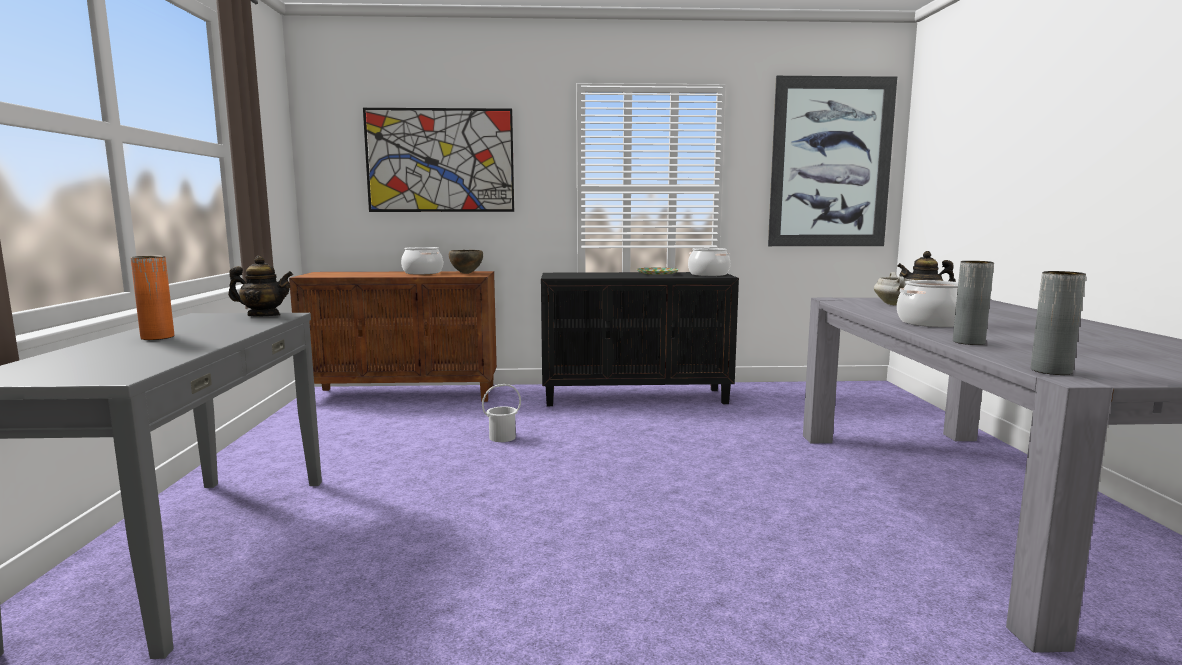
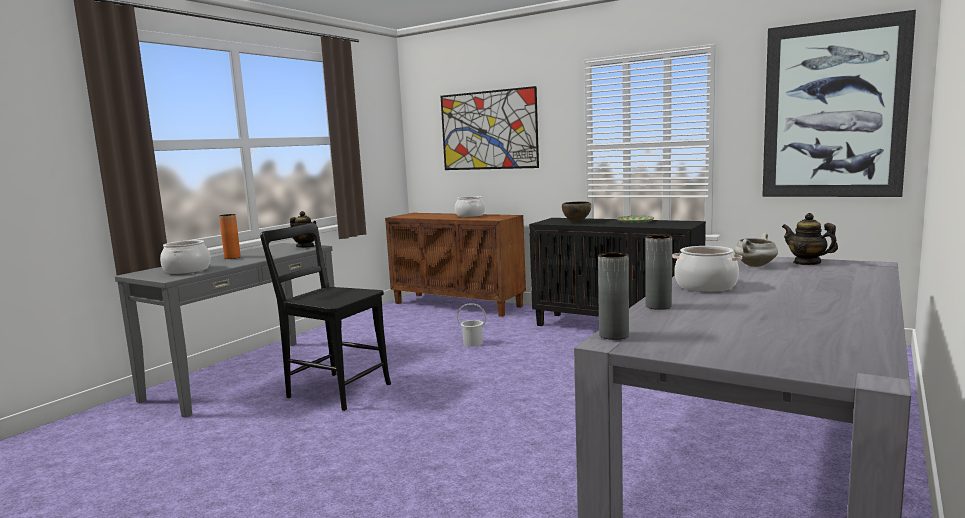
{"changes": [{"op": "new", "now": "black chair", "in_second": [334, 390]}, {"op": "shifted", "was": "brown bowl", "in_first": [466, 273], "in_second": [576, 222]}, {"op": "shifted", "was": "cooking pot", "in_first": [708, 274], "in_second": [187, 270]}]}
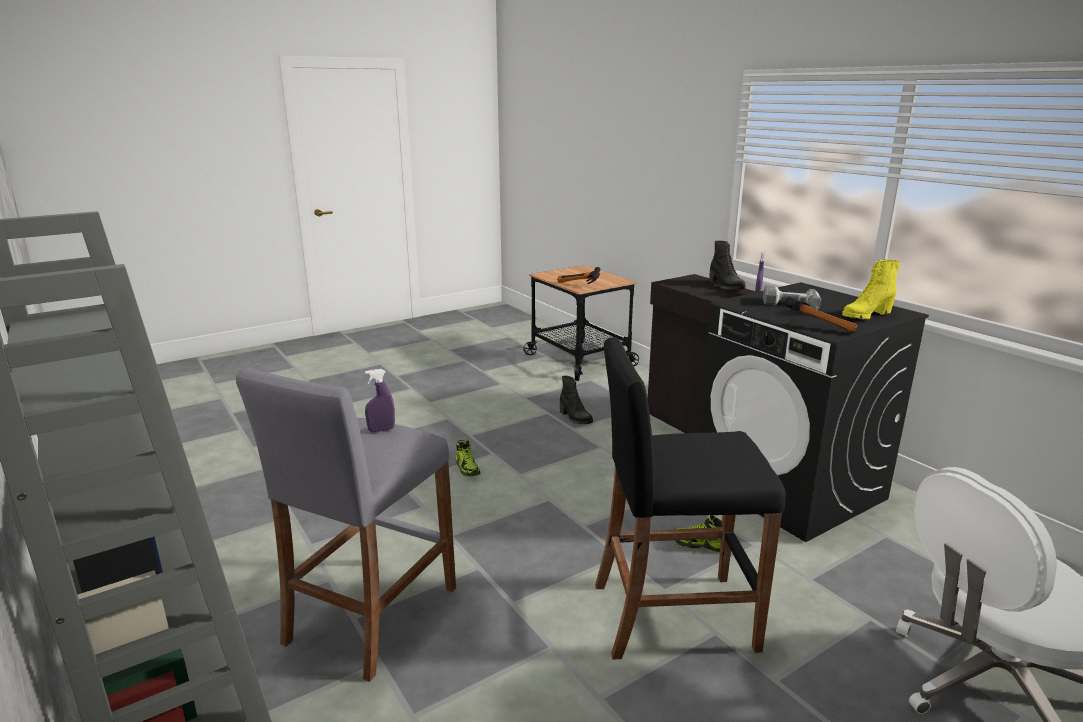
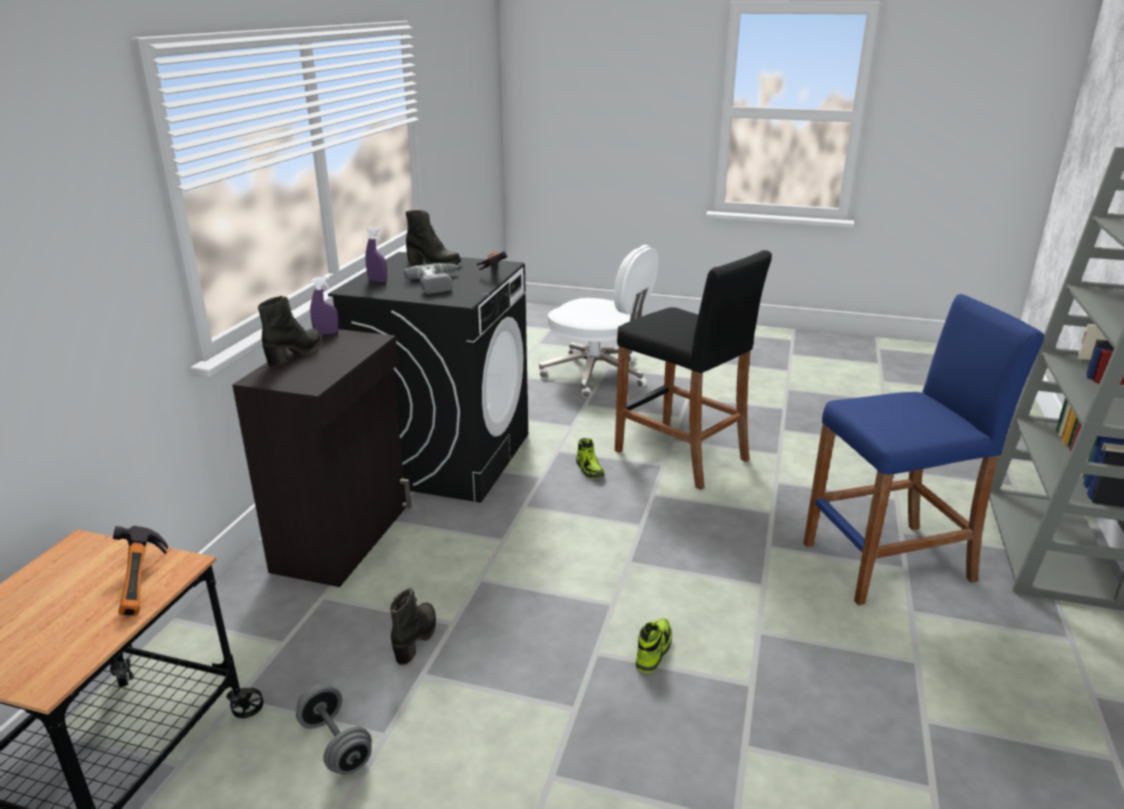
{"changes": [{"op": "new", "now": "grey dumbbell", "in_second": [336, 744]}, {"op": "shifted", "was": "purple spray bottle", "in_first": [381, 430], "in_second": [377, 281]}, {"op": "repainted", "was": "grey stool", "now": "blue stool", "in_first": [371, 615], "in_second": [889, 562]}, {"op": "repainted", "was": "yellow boot", "now": "black boot", "in_first": [866, 315], "in_second": [433, 263]}]}
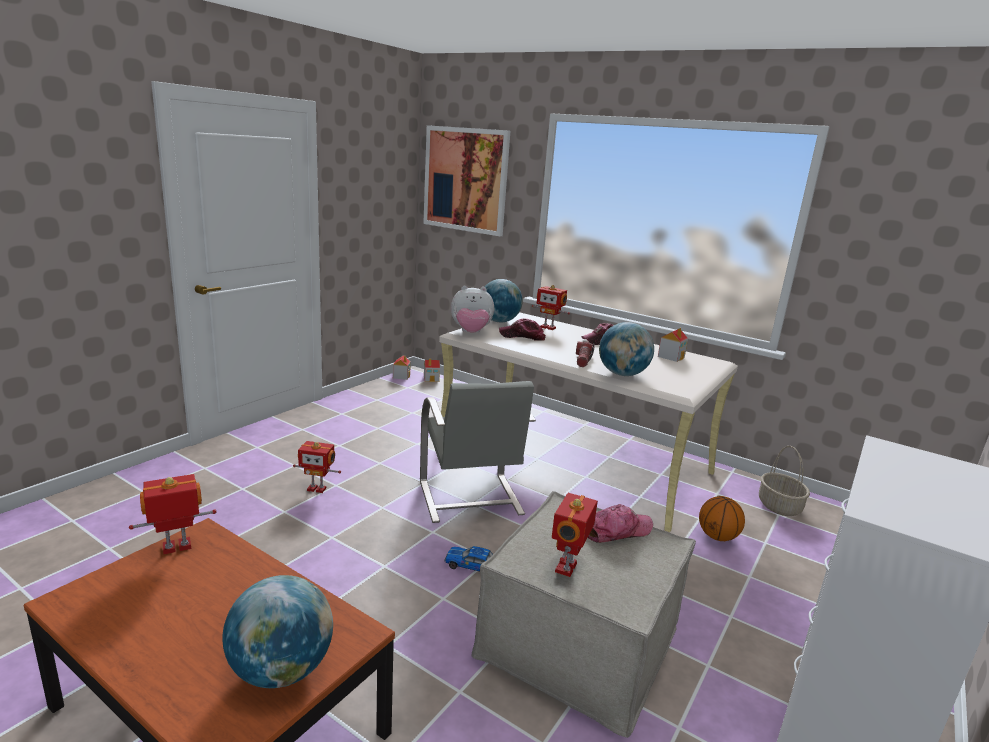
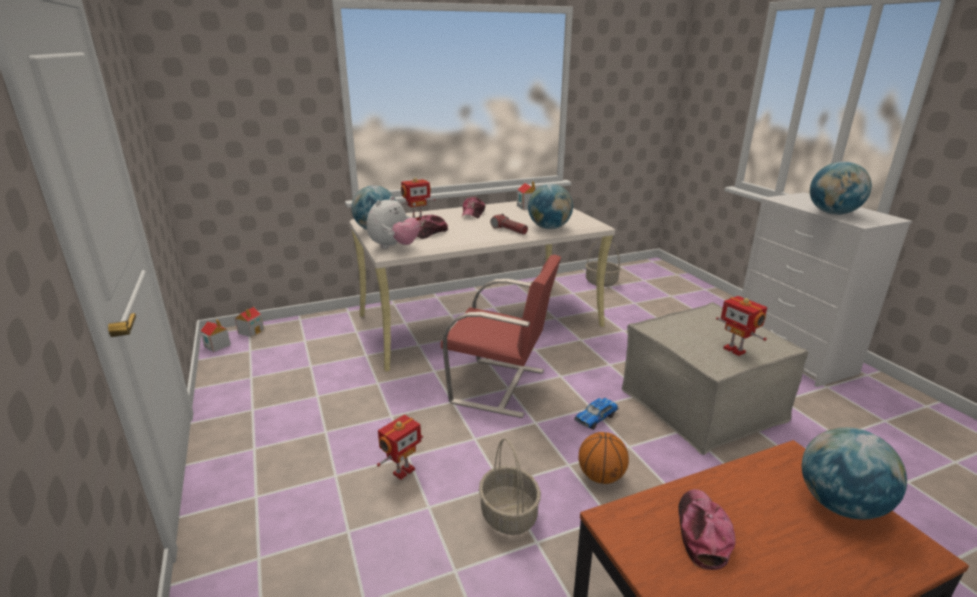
{"changes": [{"op": "gone", "was": "toy robot", "in_first": [177, 548]}, {"op": "gone", "was": "picture", "in_first": [465, 180]}, {"op": "new", "now": "basket", "in_second": [508, 514]}, {"op": "new", "now": "globe", "in_second": [832, 213]}, {"op": "shifted", "was": "cap", "in_first": [617, 531], "in_second": [701, 532]}, {"op": "shifted", "was": "basketball", "in_first": [717, 537], "in_second": [601, 476]}, {"op": "repainted", "was": "grey chair", "now": "red chair", "in_first": [470, 499], "in_second": [500, 387]}]}
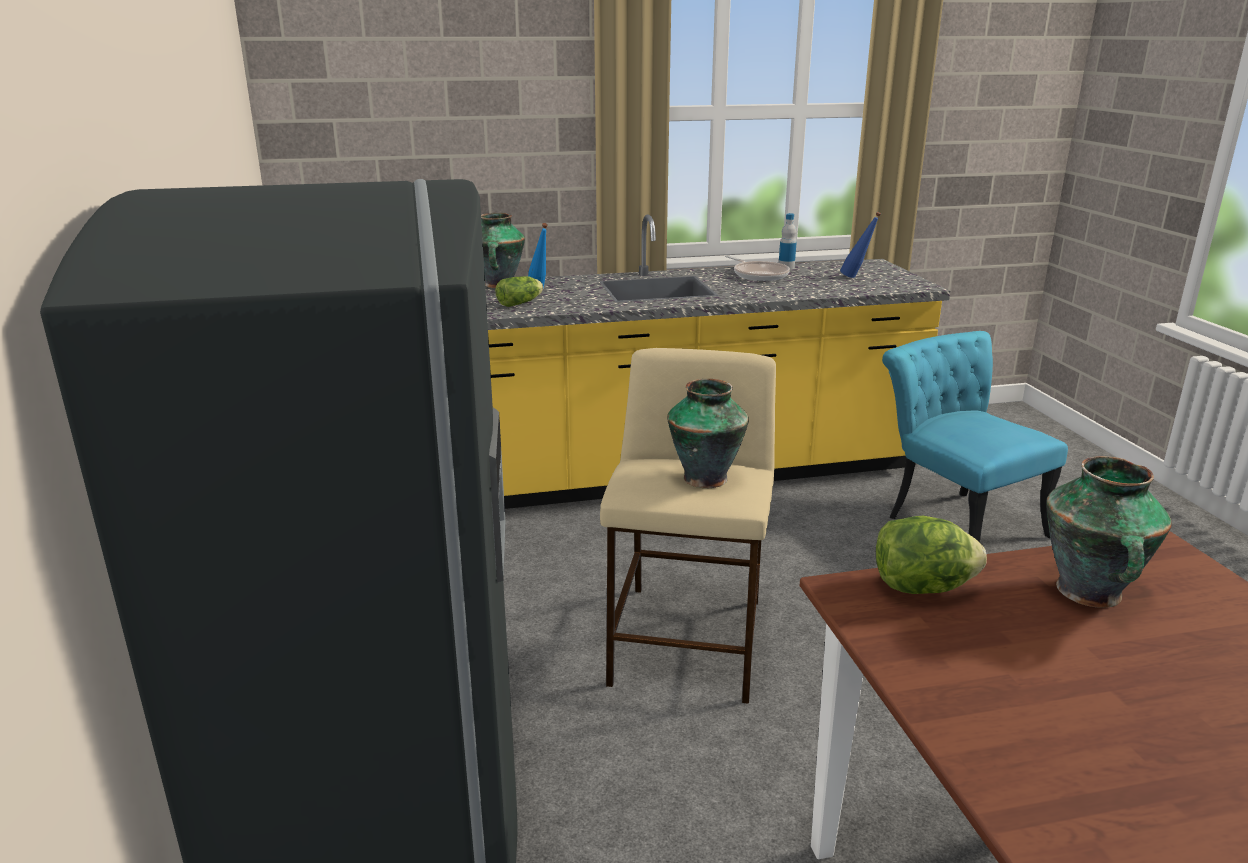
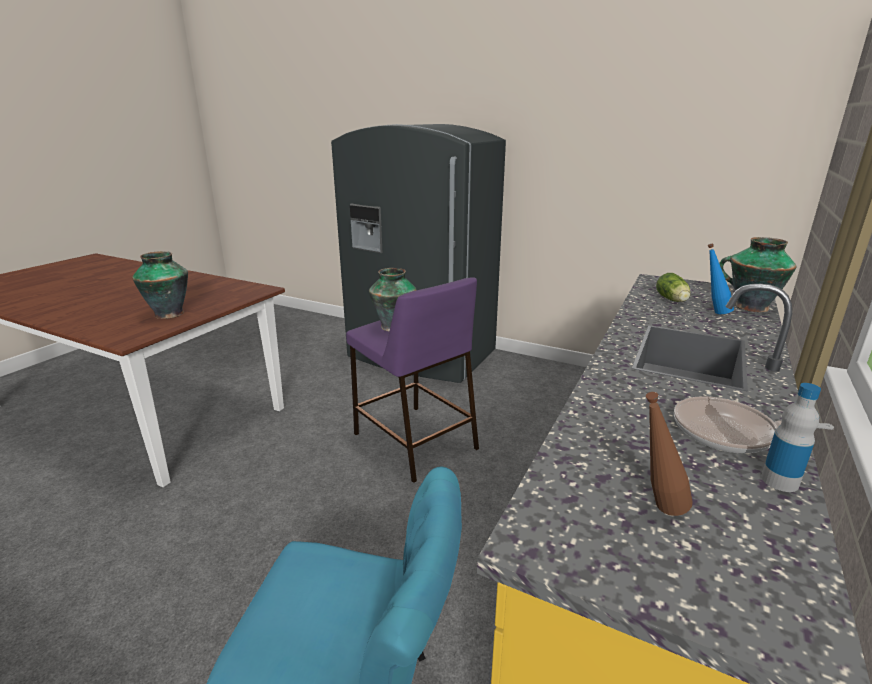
{"changes": [{"op": "gone", "was": "lettuce", "in_first": [921, 588]}, {"op": "repainted", "was": "beige stool", "now": "purple stool", "in_first": [687, 643], "in_second": [413, 440]}, {"op": "repainted", "was": "blue bottle", "now": "brown bottle", "in_first": [856, 277], "in_second": [655, 511]}]}
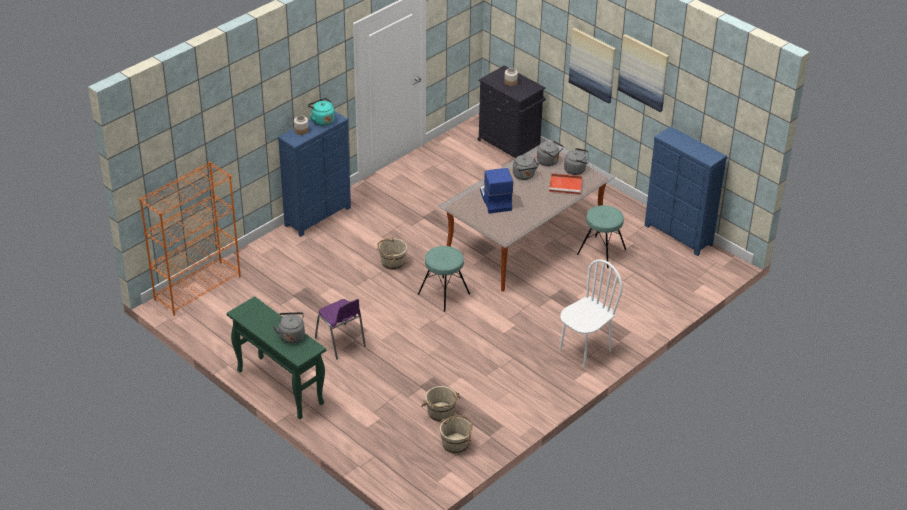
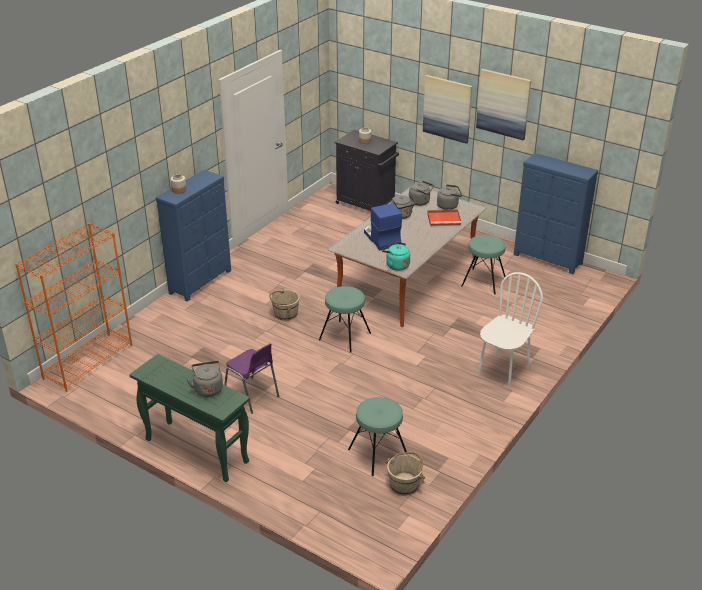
{"changes": [{"op": "shifted", "was": "turquoise kettle", "in_first": [322, 120], "in_second": [396, 265]}, {"op": "swapped", "was": "beige bucket", "now": "turquoise stool", "in_first": [441, 413], "in_second": [378, 454]}]}
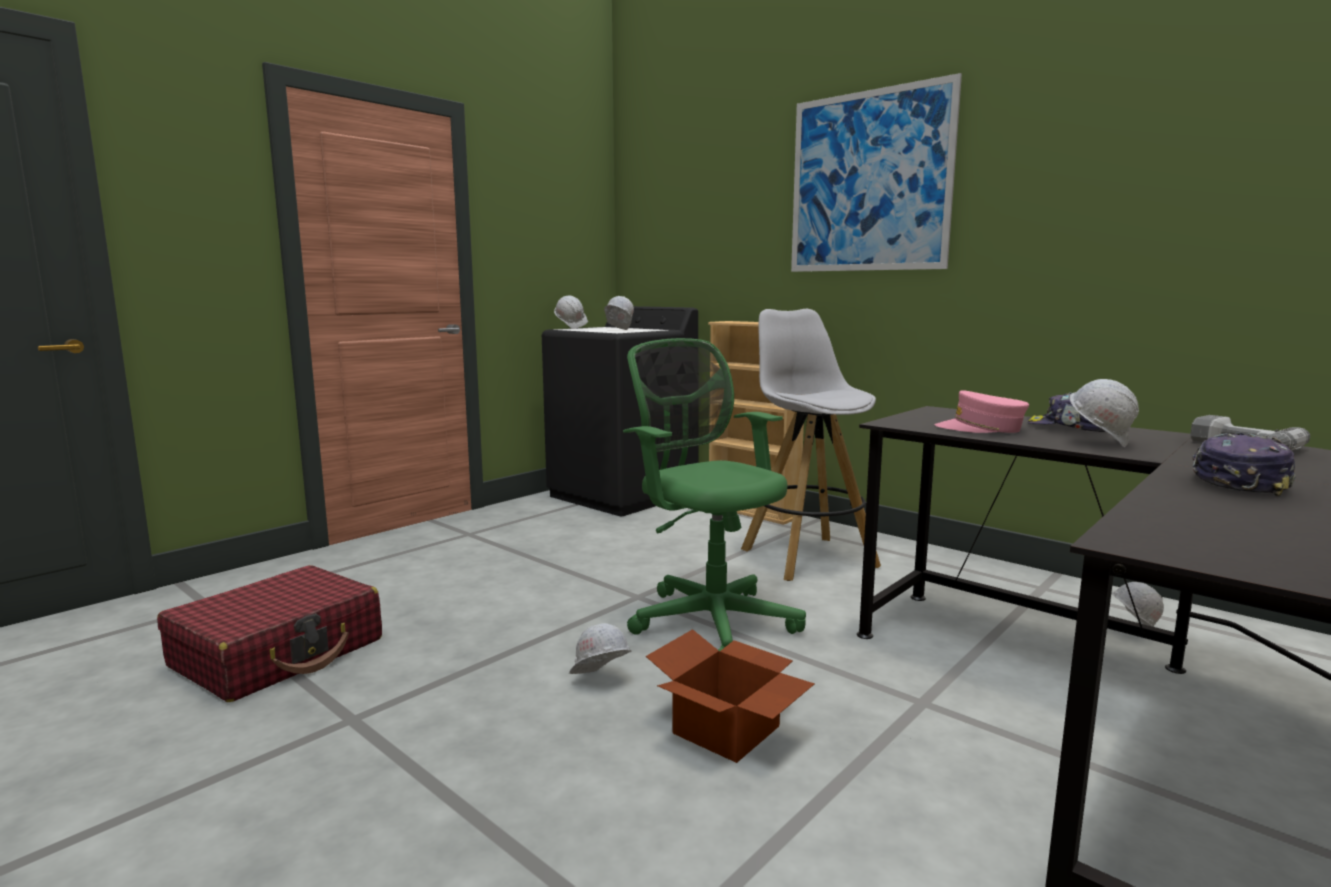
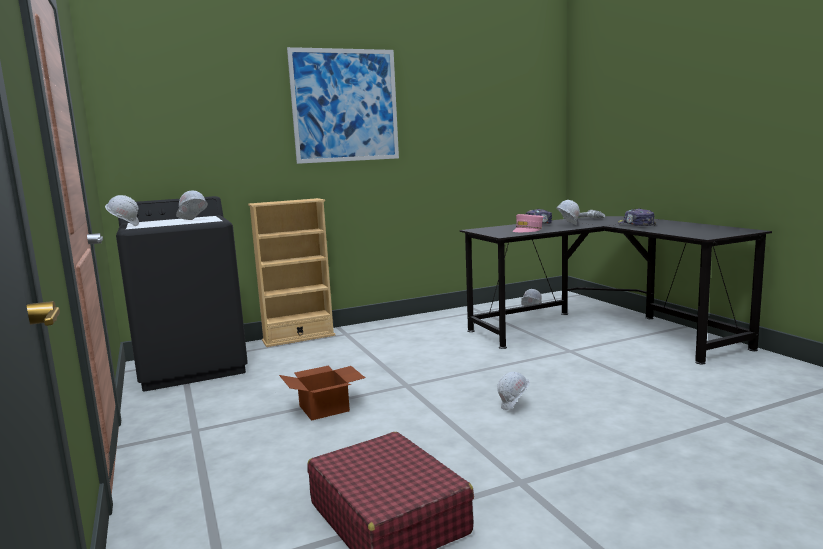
{"changes": [{"op": "gone", "was": "green office chair", "in_first": [709, 620]}, {"op": "gone", "was": "white stool", "in_first": [807, 557]}, {"op": "shifted", "was": "cardboard box", "in_first": [727, 731], "in_second": [325, 408]}]}
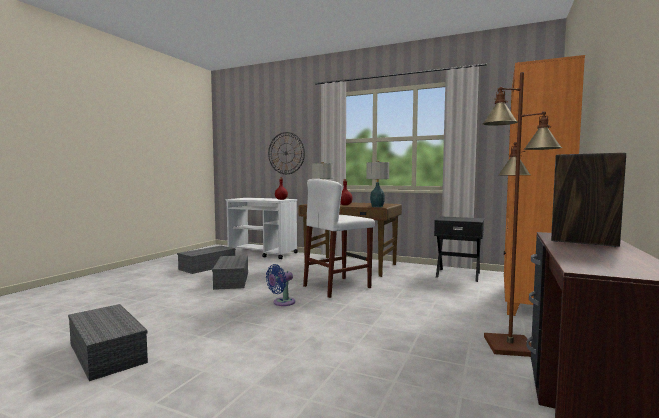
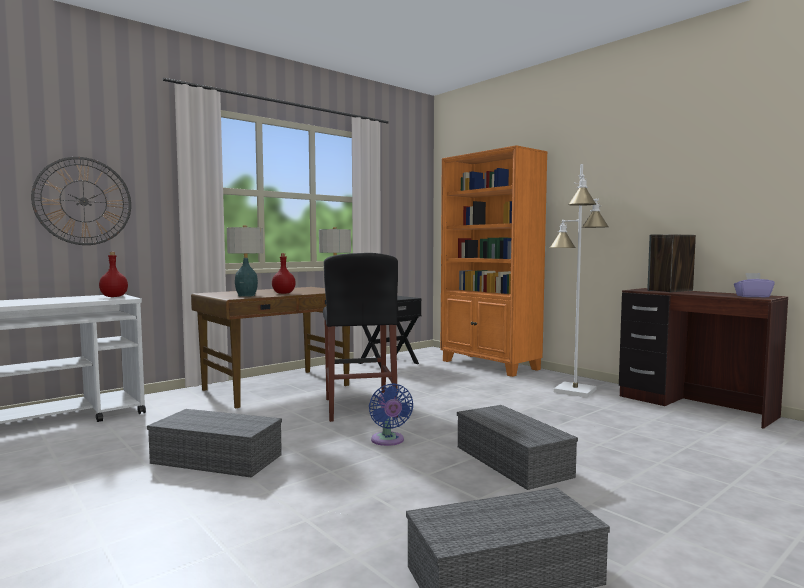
{"changes": [{"op": "new", "now": "purple tissue box", "in_second": [752, 296]}, {"op": "shifted", "was": "grey storage box", "in_first": [207, 267], "in_second": [514, 461]}, {"op": "repainted", "was": "white stool", "now": "black stool", "in_first": [337, 287], "in_second": [359, 407]}, {"op": "repainted", "was": "brown floor lamp", "now": "white floor lamp", "in_first": [509, 346], "in_second": [574, 391]}]}
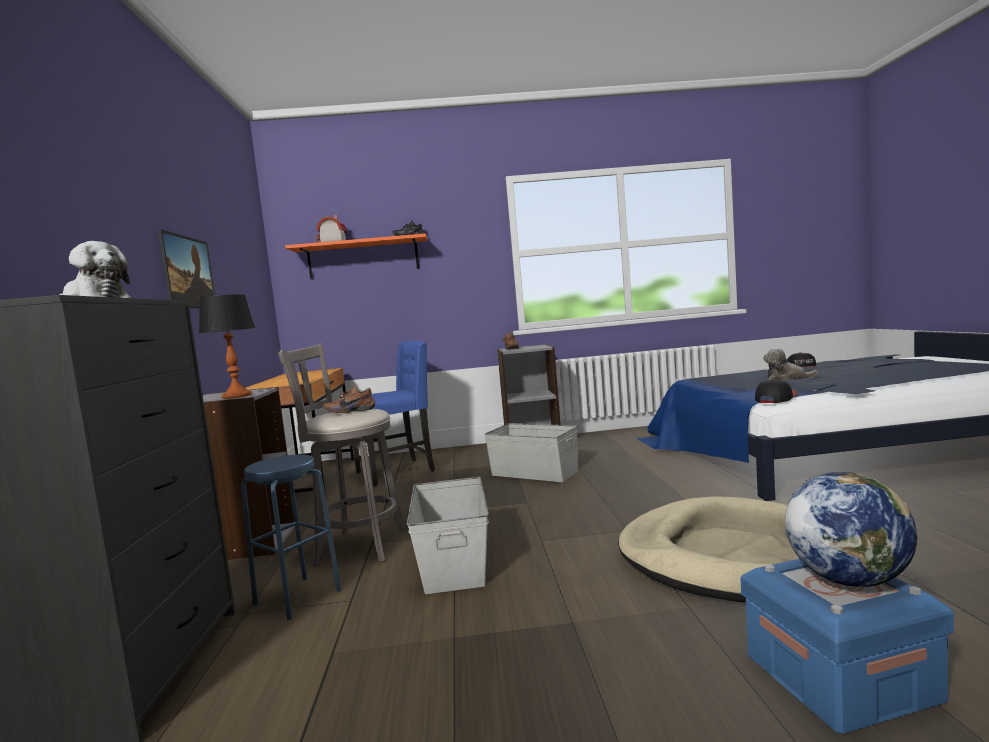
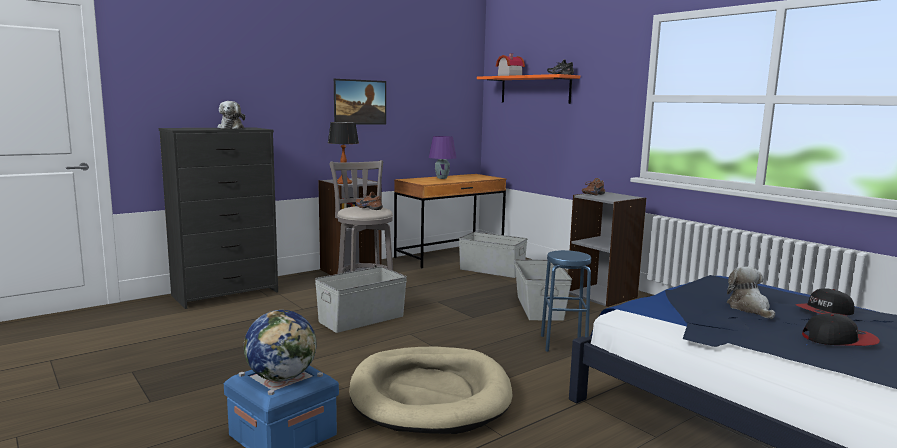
{"changes": [{"op": "new", "now": "purple table lamp", "in_second": [442, 178]}, {"op": "shifted", "was": "blue stool", "in_first": [298, 597], "in_second": [563, 344]}, {"op": "shifted", "was": "cap", "in_first": [775, 398], "in_second": [839, 339]}, {"op": "swapped", "was": "blue chair", "now": "grey storage box", "in_first": [397, 472], "in_second": [492, 270]}]}
